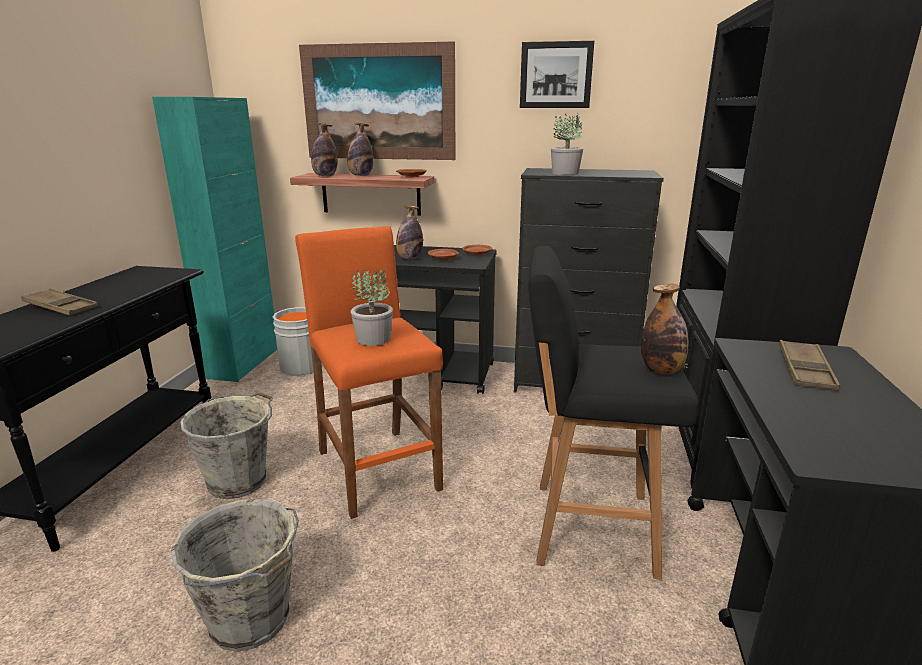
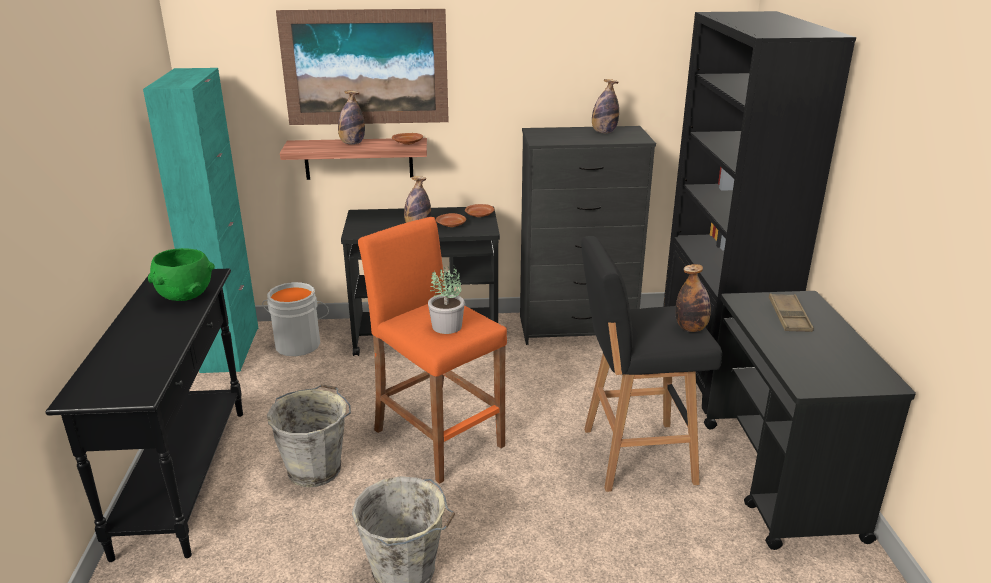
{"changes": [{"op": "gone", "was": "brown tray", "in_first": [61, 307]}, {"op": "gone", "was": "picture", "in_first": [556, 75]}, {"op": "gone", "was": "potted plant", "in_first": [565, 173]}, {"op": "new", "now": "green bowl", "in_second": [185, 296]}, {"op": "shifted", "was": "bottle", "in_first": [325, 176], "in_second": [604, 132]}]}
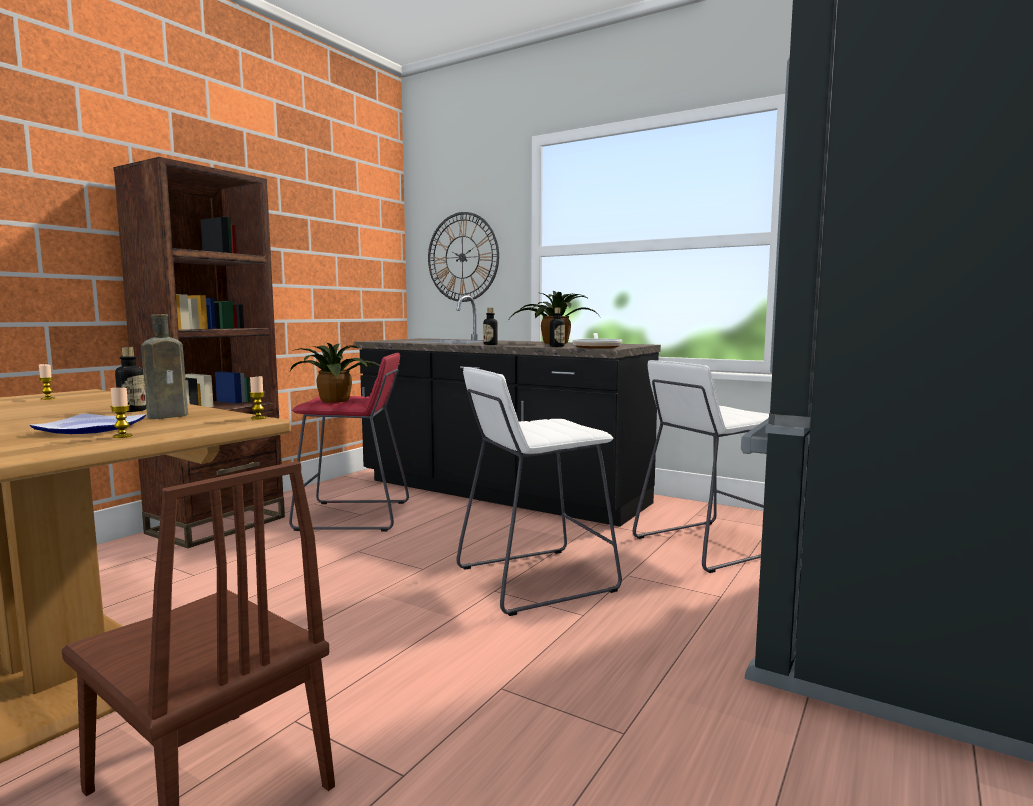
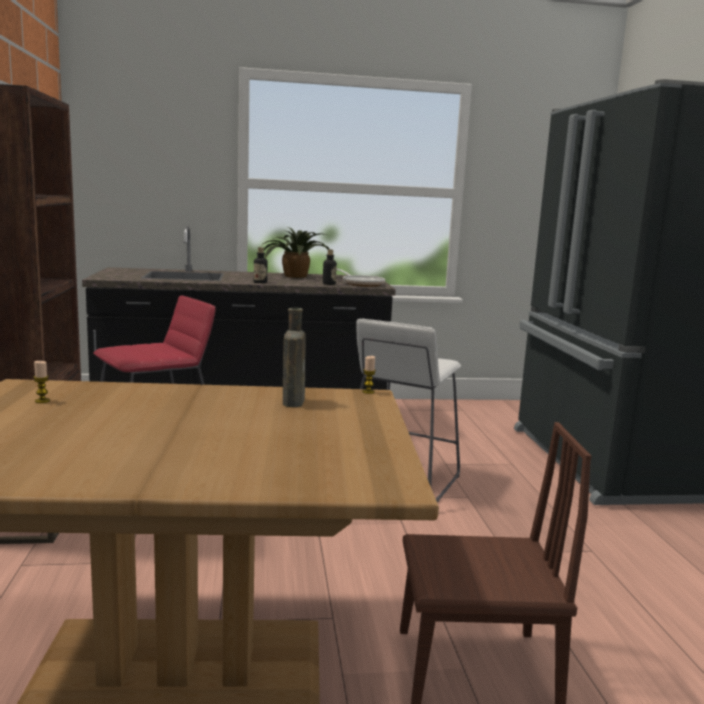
{"changes": [{"op": "gone", "was": "plate", "in_first": [89, 429]}, {"op": "gone", "was": "candle", "in_first": [122, 436]}, {"op": "gone", "was": "bottle", "in_first": [132, 410]}, {"op": "gone", "was": "potted plant", "in_first": [337, 400]}, {"op": "gone", "was": "wall clock", "in_first": [462, 257]}, {"op": "gone", "was": "white stool", "in_first": [707, 545]}]}
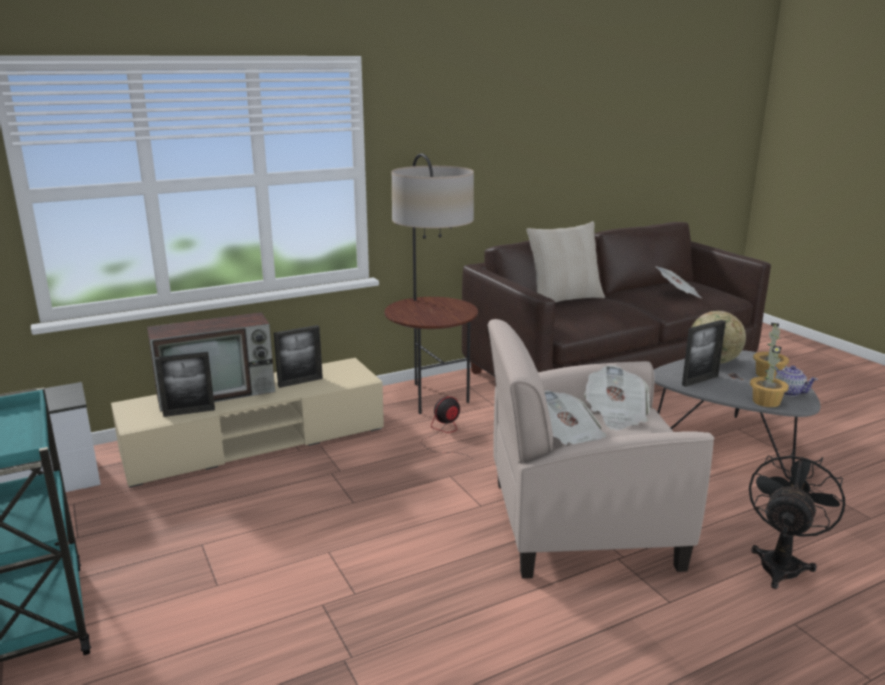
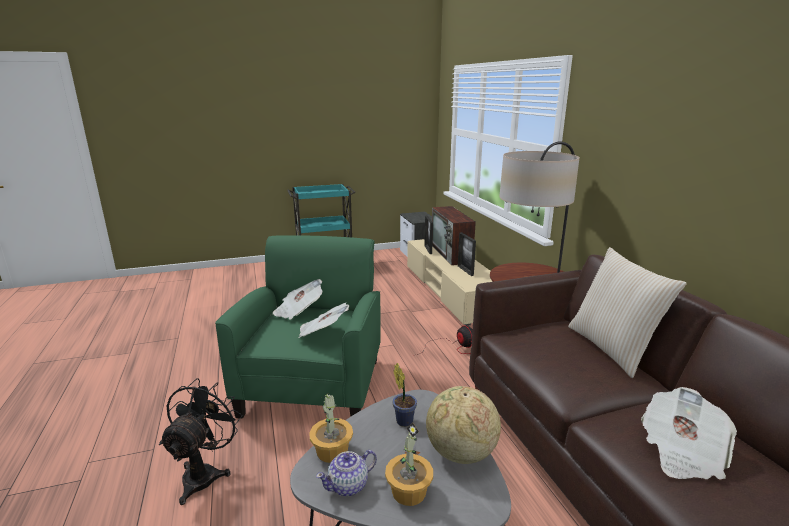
{"changes": [{"op": "swapped", "was": "picture frame", "now": "potted plant", "in_first": [700, 380], "in_second": [403, 420]}, {"op": "repainted", "was": "beige armchair", "now": "green armchair", "in_first": [580, 523], "in_second": [313, 385]}, {"op": "rotated", "was": "black fan", "in_first": [782, 563], "in_second": [205, 473], "clockwise": -120}]}
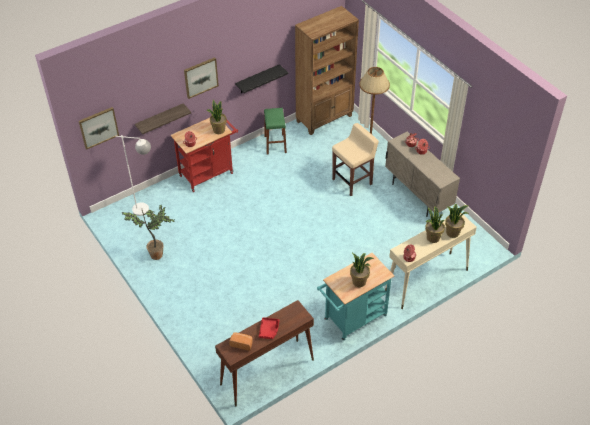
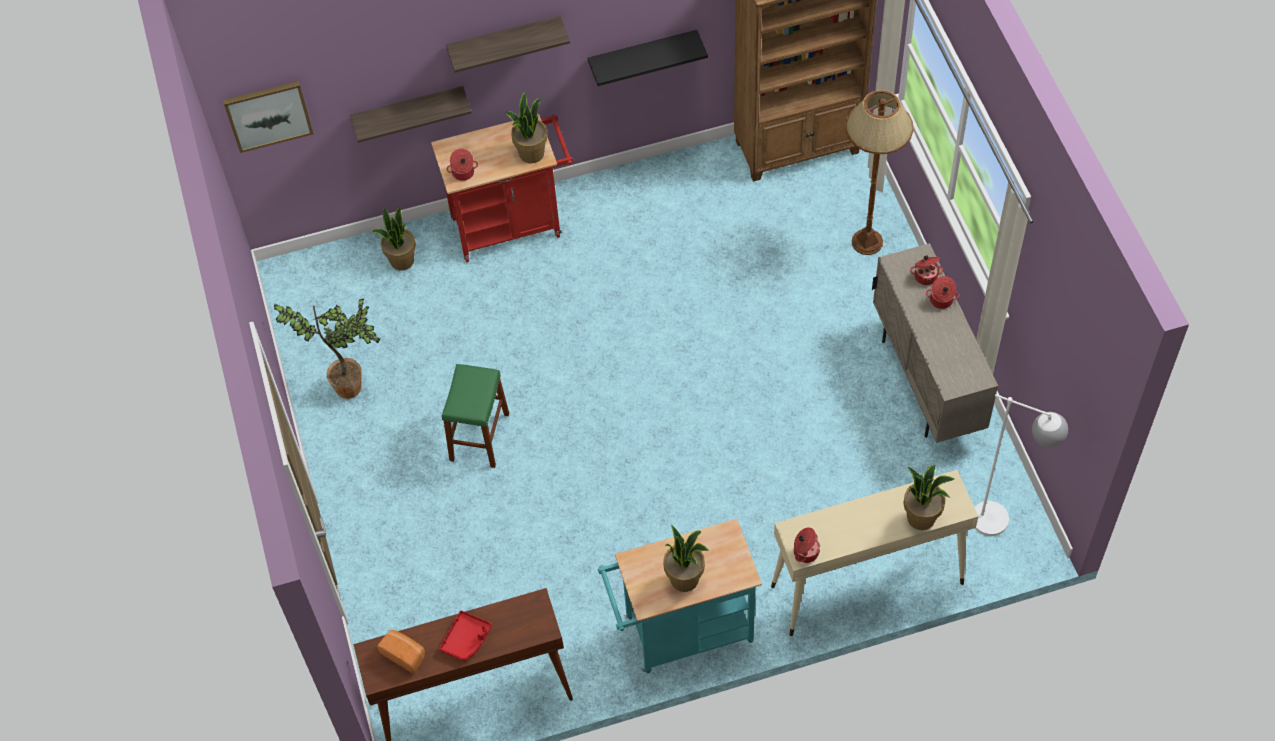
{"changes": [{"op": "gone", "was": "beige stool", "in_first": [352, 181]}, {"op": "shifted", "was": "white floor lamp", "in_first": [146, 210], "in_second": [1003, 524]}, {"op": "shifted", "was": "green stool", "in_first": [275, 144], "in_second": [479, 437]}, {"op": "shifted", "was": "potted plant", "in_first": [432, 238], "in_second": [401, 260]}, {"op": "swapped", "was": "picture", "now": "shelf", "in_first": [200, 77], "in_second": [504, 42]}]}
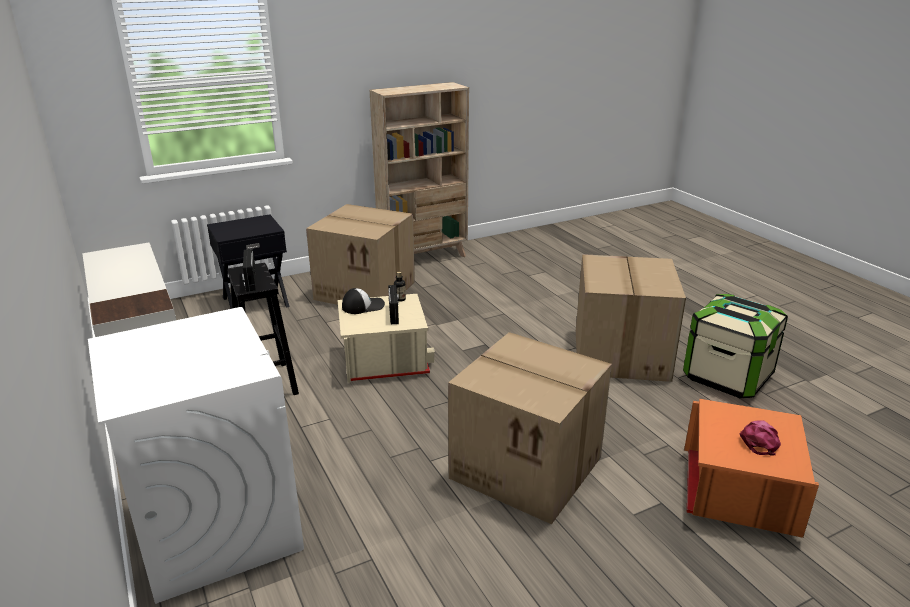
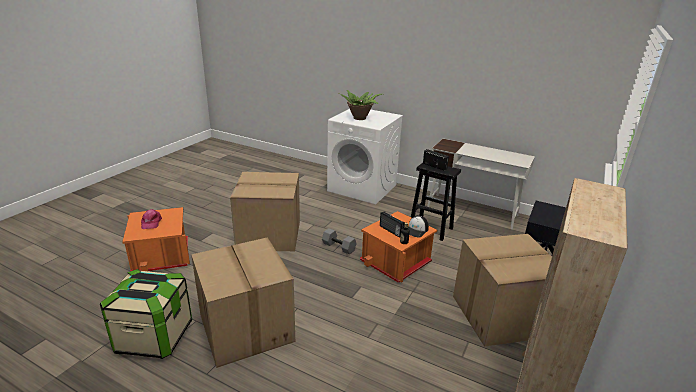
{"changes": [{"op": "new", "now": "grey dumbbell", "in_second": [339, 247]}, {"op": "new", "now": "potted plant", "in_second": [360, 118]}, {"op": "repainted", "was": "beige storage box", "now": "orange storage box", "in_first": [384, 360], "in_second": [397, 261]}]}
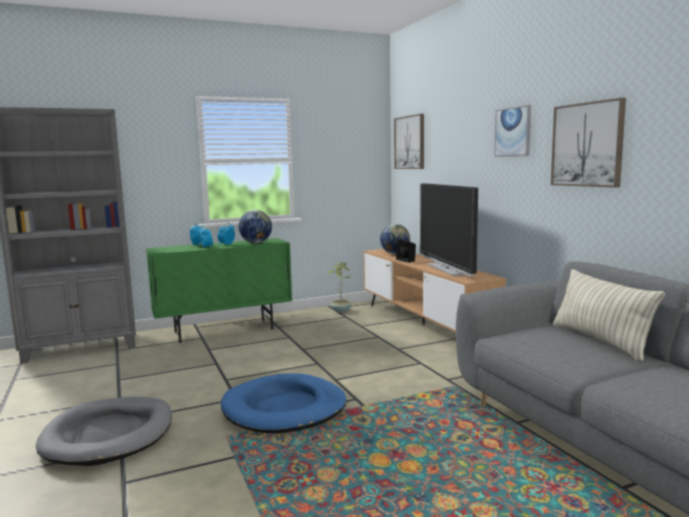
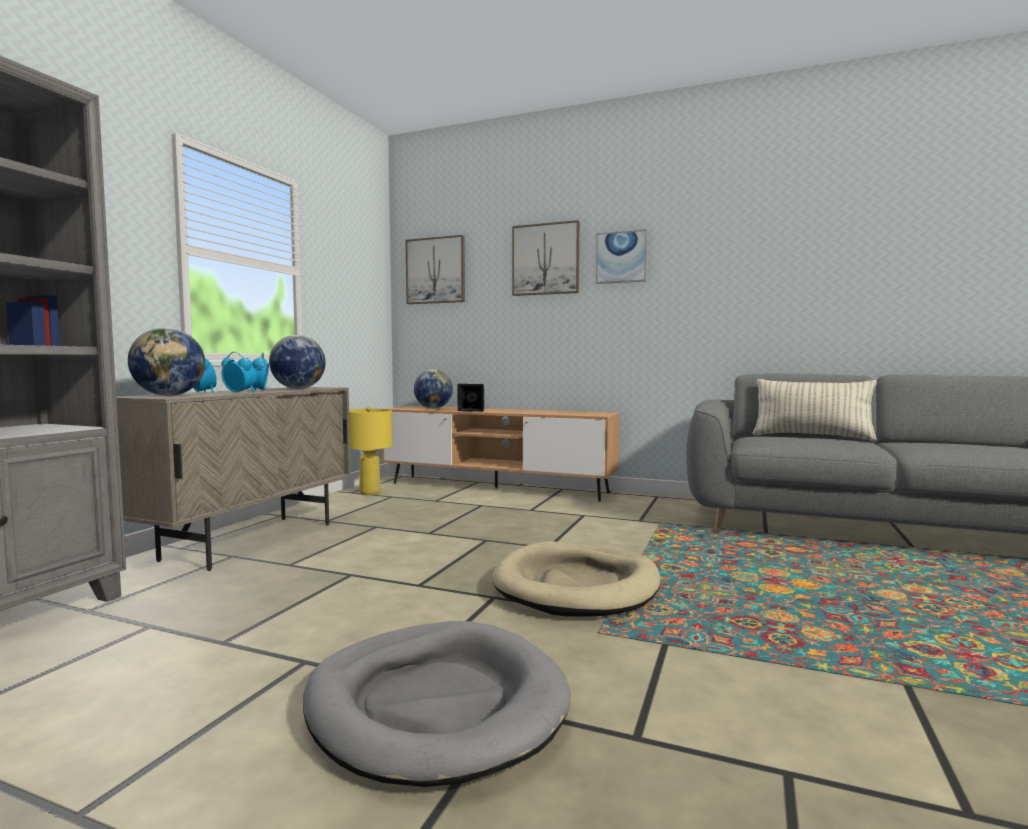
{"changes": [{"op": "gone", "was": "television", "in_first": [448, 269]}, {"op": "new", "now": "globe", "in_second": [169, 395]}, {"op": "shifted", "was": "picture", "in_first": [587, 144], "in_second": [546, 259]}, {"op": "swapped", "was": "potted plant", "now": "yellow table lamp", "in_first": [340, 311], "in_second": [369, 493]}, {"op": "repainted", "was": "green cabinet", "now": "beige cabinet", "in_first": [224, 331], "in_second": [252, 541]}, {"op": "repainted", "was": "blue dog bed", "now": "beige dog bed", "in_first": [284, 408], "in_second": [577, 586]}]}
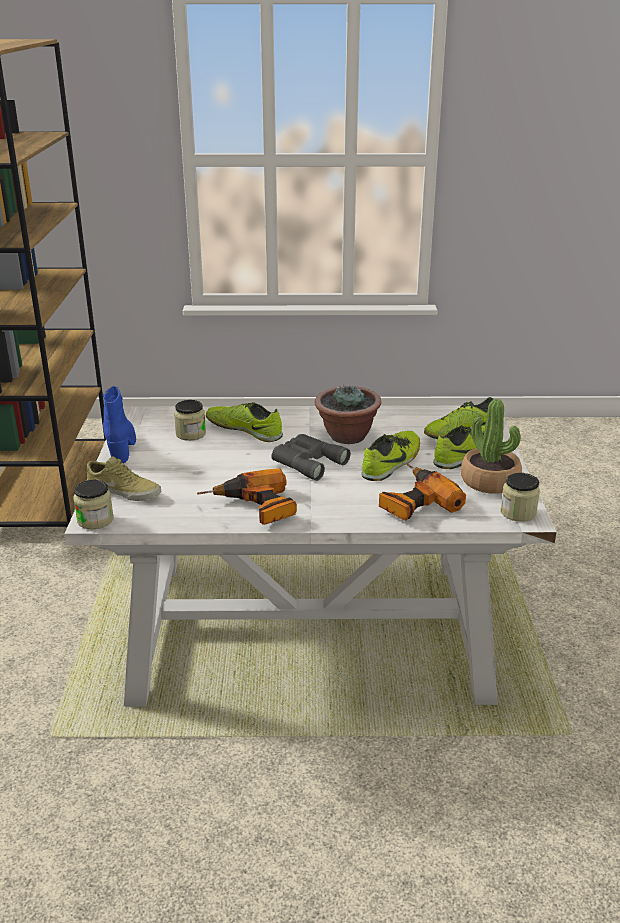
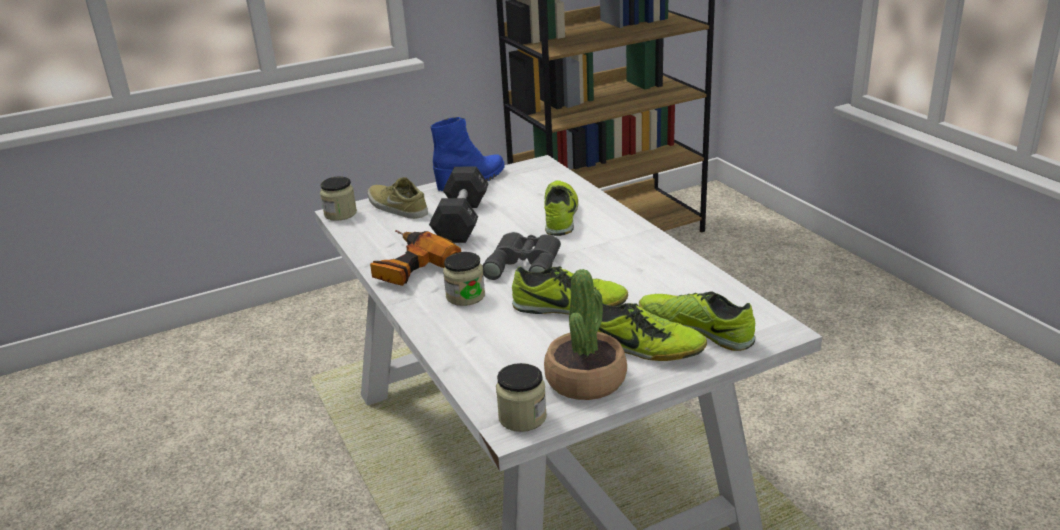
{"changes": [{"op": "gone", "was": "potted plant", "in_first": [347, 436]}, {"op": "gone", "was": "power drill", "in_first": [414, 502]}, {"op": "new", "now": "black dumbbell", "in_second": [461, 221]}, {"op": "shifted", "was": "jar", "in_first": [191, 434], "in_second": [465, 296]}, {"op": "rotated", "was": "beige shoe", "in_first": [125, 490], "in_second": [396, 207], "clockwise": 135}]}
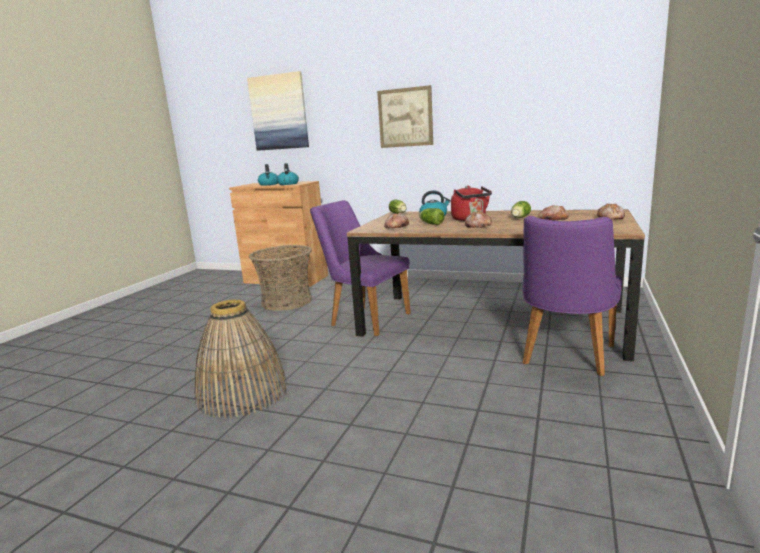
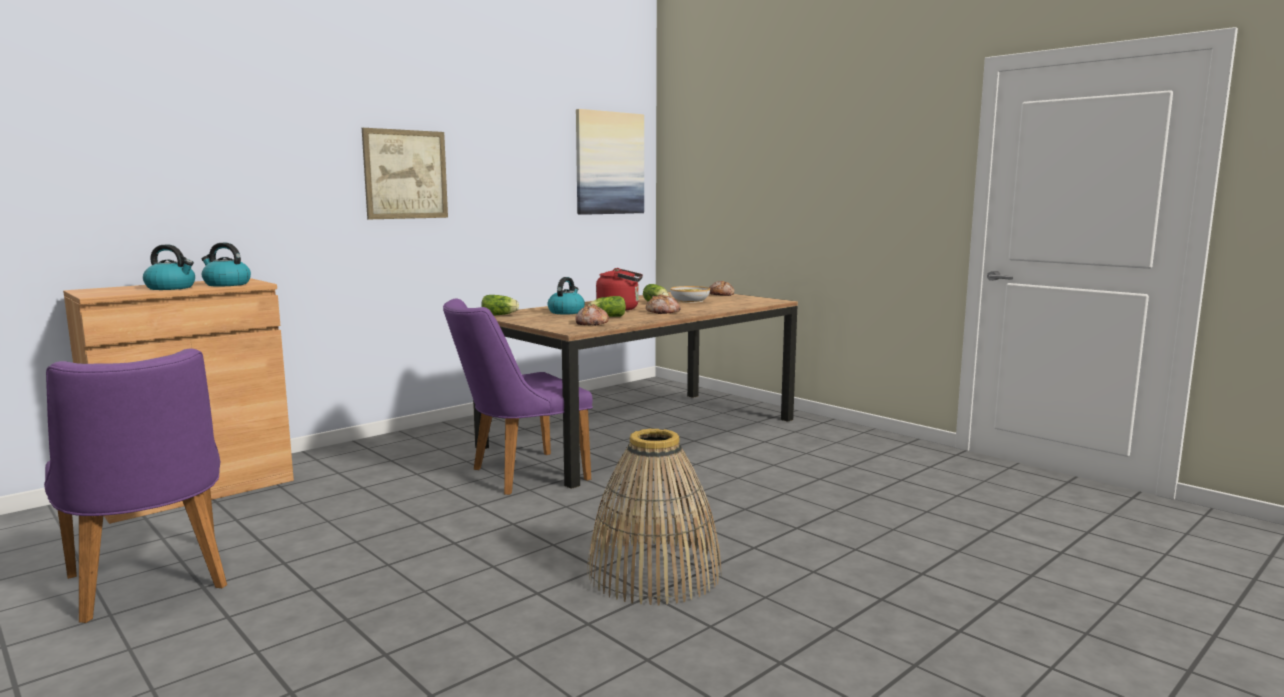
{"changes": [{"op": "gone", "was": "basket", "in_first": [287, 301]}, {"op": "shifted", "was": "picture", "in_first": [279, 112], "in_second": [609, 163]}, {"op": "shifted", "was": "purple chair", "in_first": [565, 358], "in_second": [151, 586]}, {"op": "swapped", "was": "bread", "now": "bowl", "in_first": [552, 219], "in_second": [689, 301]}]}
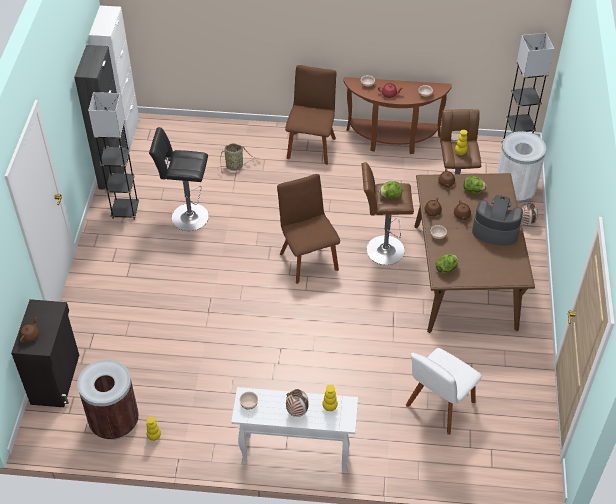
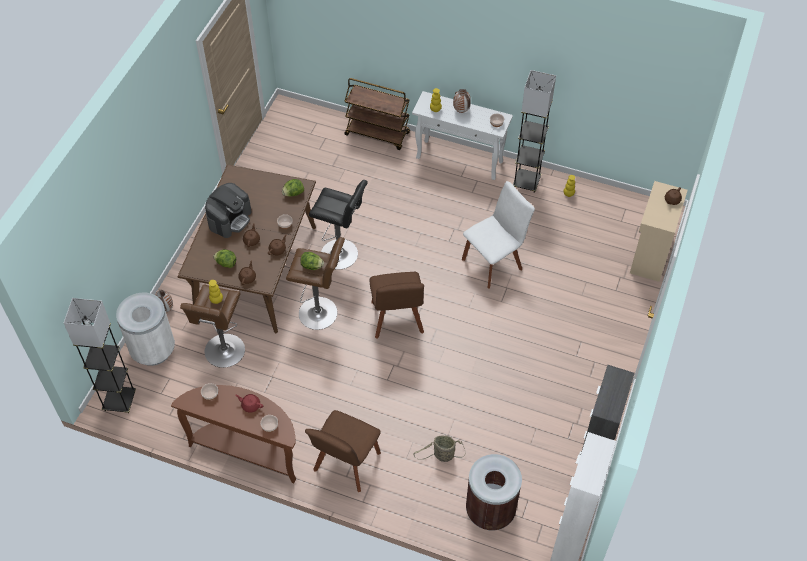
{"changes": [{"op": "new", "now": "brown cart", "in_second": [378, 134]}, {"op": "shifted", "was": "brown trash can", "in_first": [114, 422], "in_second": [490, 511]}, {"op": "shifted", "was": "grey floor lamp", "in_first": [125, 211], "in_second": [526, 182]}, {"op": "shifted", "was": "black stool", "in_first": [187, 217], "in_second": [342, 255]}, {"op": "shifted", "was": "white chair", "in_first": [438, 406], "in_second": [494, 262]}, {"op": "repainted", "was": "black cabinet", "now": "beige cabinet", "in_first": [56, 379], "in_second": [649, 256]}, {"op": "rotated", "was": "coffee machine", "in_first": [495, 230], "in_second": [230, 219], "clockwise": -90}]}
